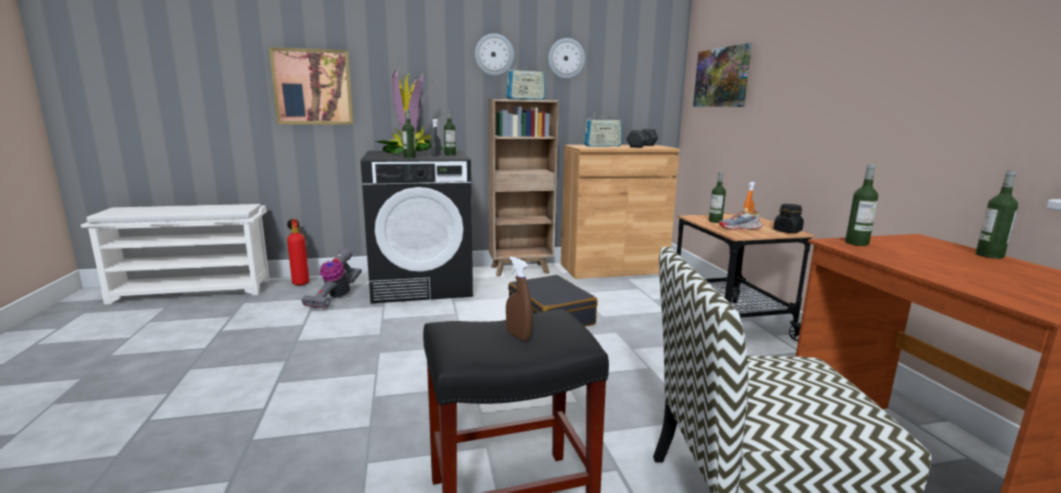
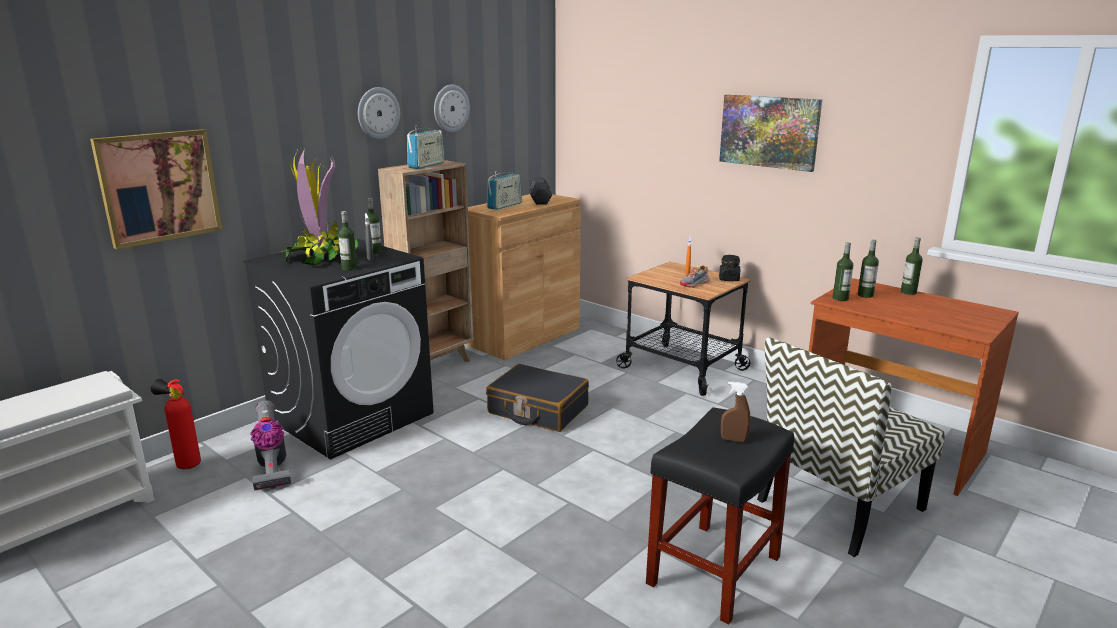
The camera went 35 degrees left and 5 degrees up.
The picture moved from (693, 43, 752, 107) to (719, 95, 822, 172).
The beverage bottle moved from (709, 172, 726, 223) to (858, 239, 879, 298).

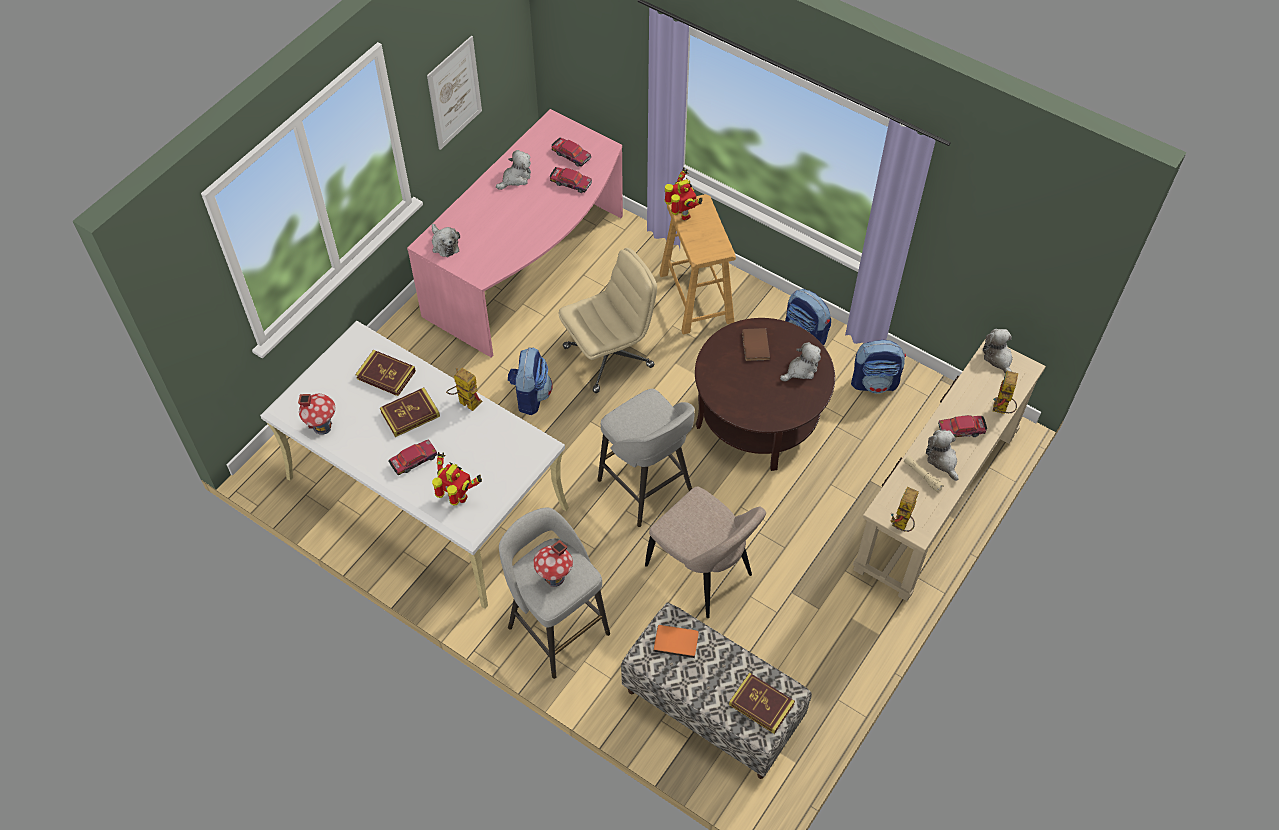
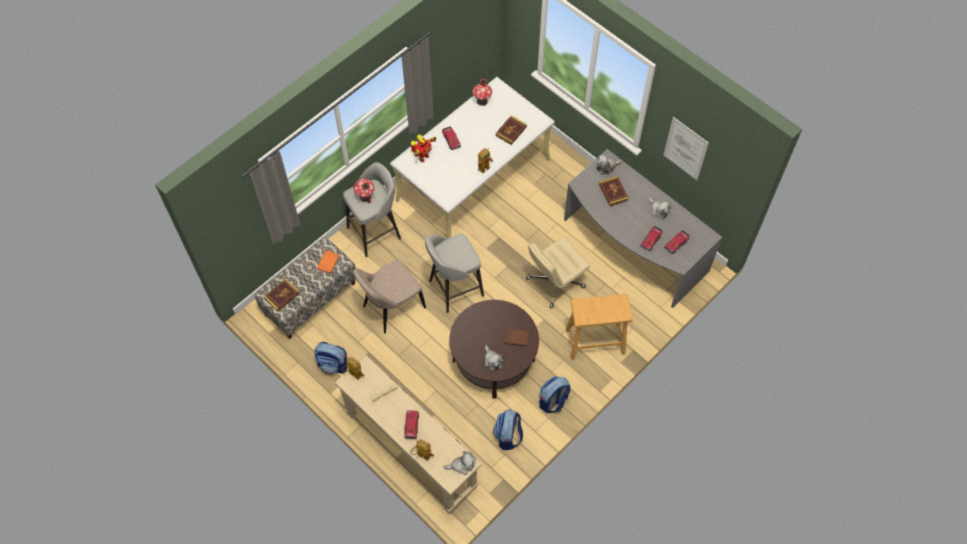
The camera went 100 degrees right and 5 degrees up.
The toy robot at (664, 168, 703, 220) disappeared.
The plush toy at (926, 430, 958, 481) disappeared.
The bound book moved from (380, 388, 440, 437) to (599, 176, 629, 206).
The knapsack moved from (508, 348, 553, 415) to (314, 342, 348, 375).
The desk table/pink at (407, 109, 623, 358) became the desk table/greyish at (564, 149, 722, 308).
The office chair/beige at (559, 248, 657, 393) turned 75 degrees clockwise.

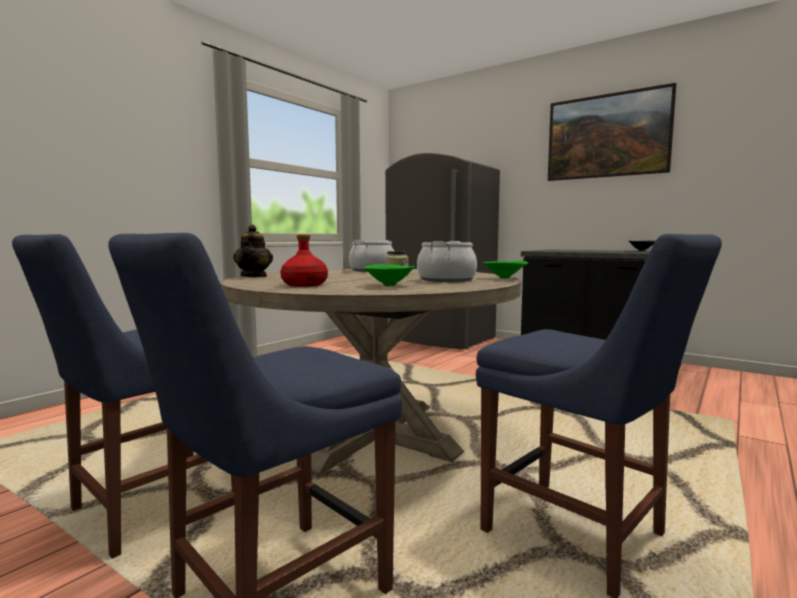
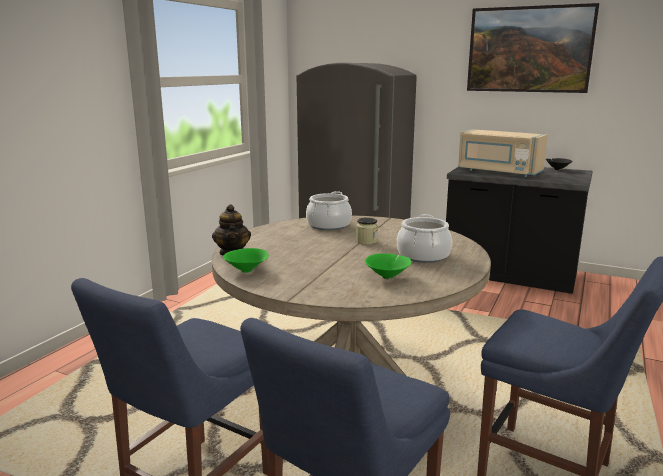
The camera went 10 degrees left and 10 degrees up.
The beverage bottle/red-coloured at (280, 235, 328, 287) disappeared.
The microwave oven/beige at (458, 129, 548, 177) appeared.
The deep dish/green-coloured moved from (483, 261, 528, 279) to (223, 248, 269, 273).

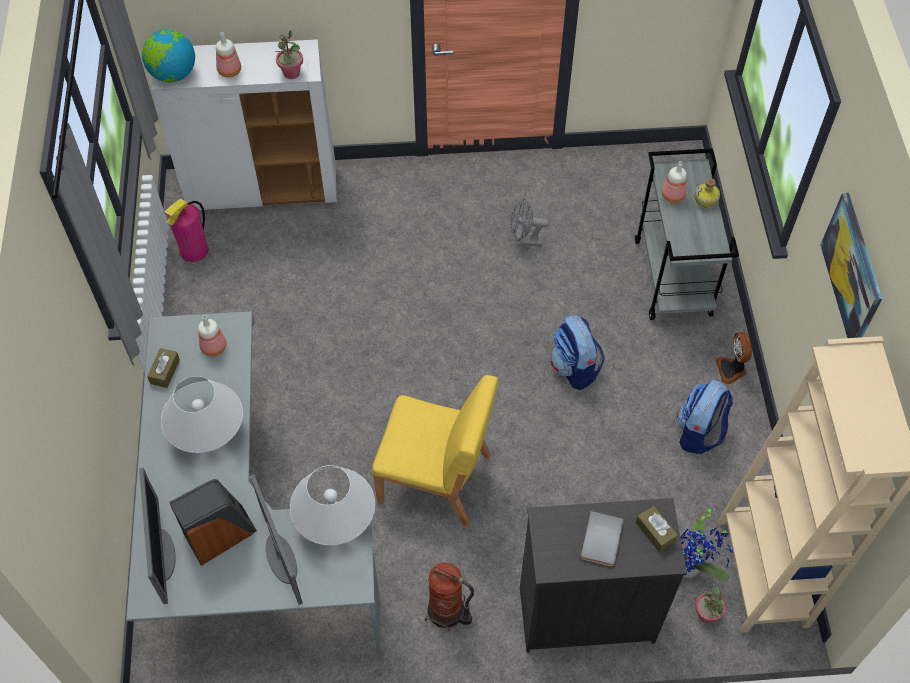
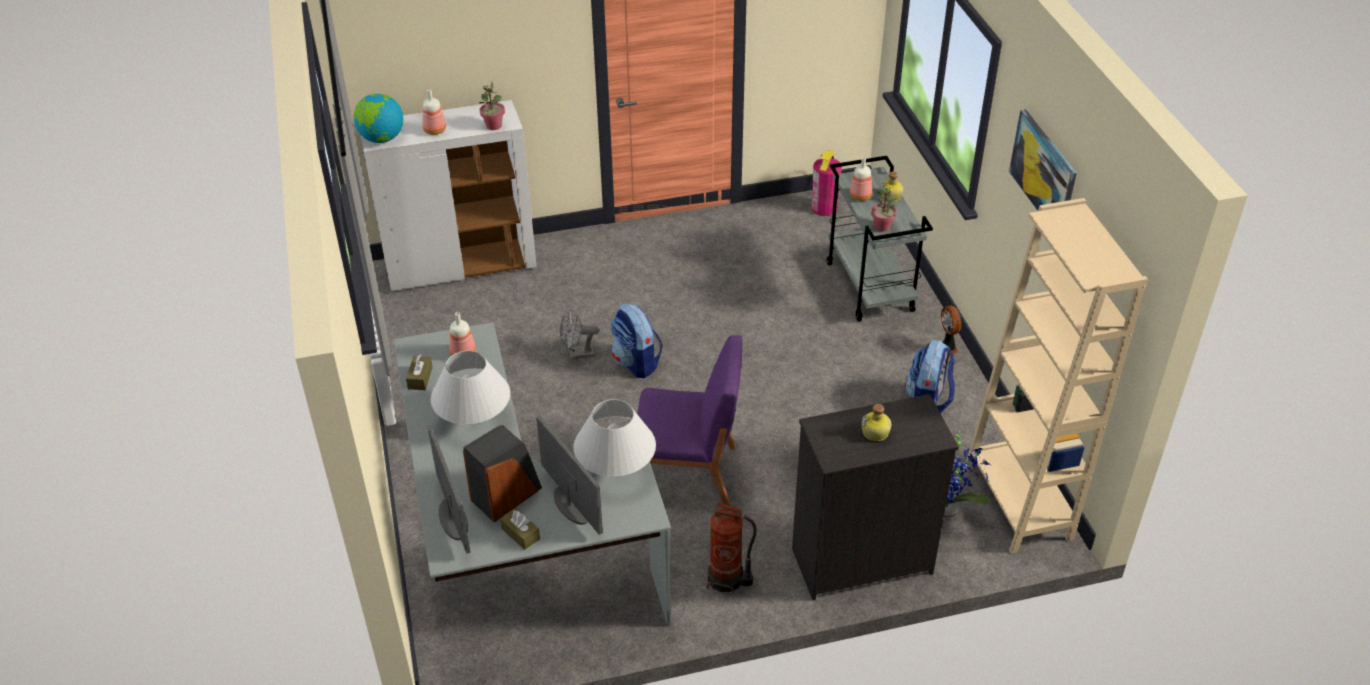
The camera went 10 degrees left and 15 degrees down.
The fire-fighting cylinder moved from (164, 199, 208, 262) to (811, 150, 842, 216).
The electric fan/greyish moved from (511, 199, 549, 246) to (560, 308, 599, 359).
The knapsack moved from (550, 315, 605, 390) to (611, 303, 663, 378).
The tissue holder/brown-coloured moved from (636, 506, 678, 552) to (500, 508, 540, 550).
The plant in a pot moved from (695, 587, 726, 623) to (871, 187, 897, 232).
The bound book/greyish at (580, 511, 623, 567) was replaced by the beverage bottle at (861, 404, 891, 441).
The upright chair/yellowish at (372, 375, 498, 527) became the upright chair/purple-coloured at (637, 335, 743, 506).

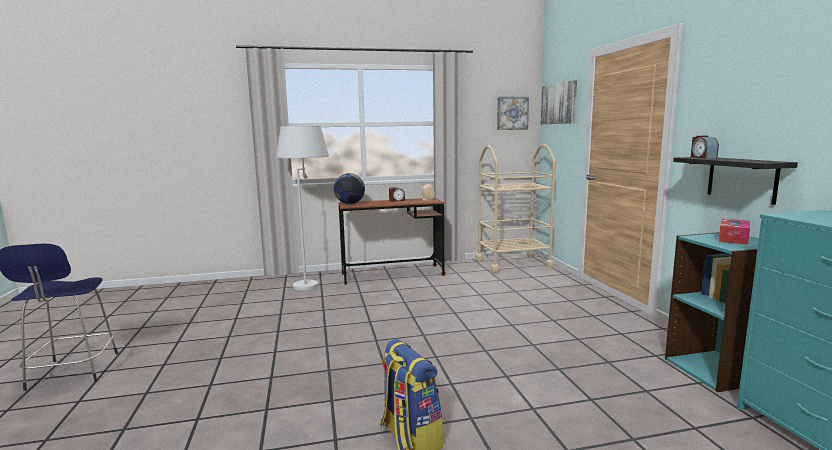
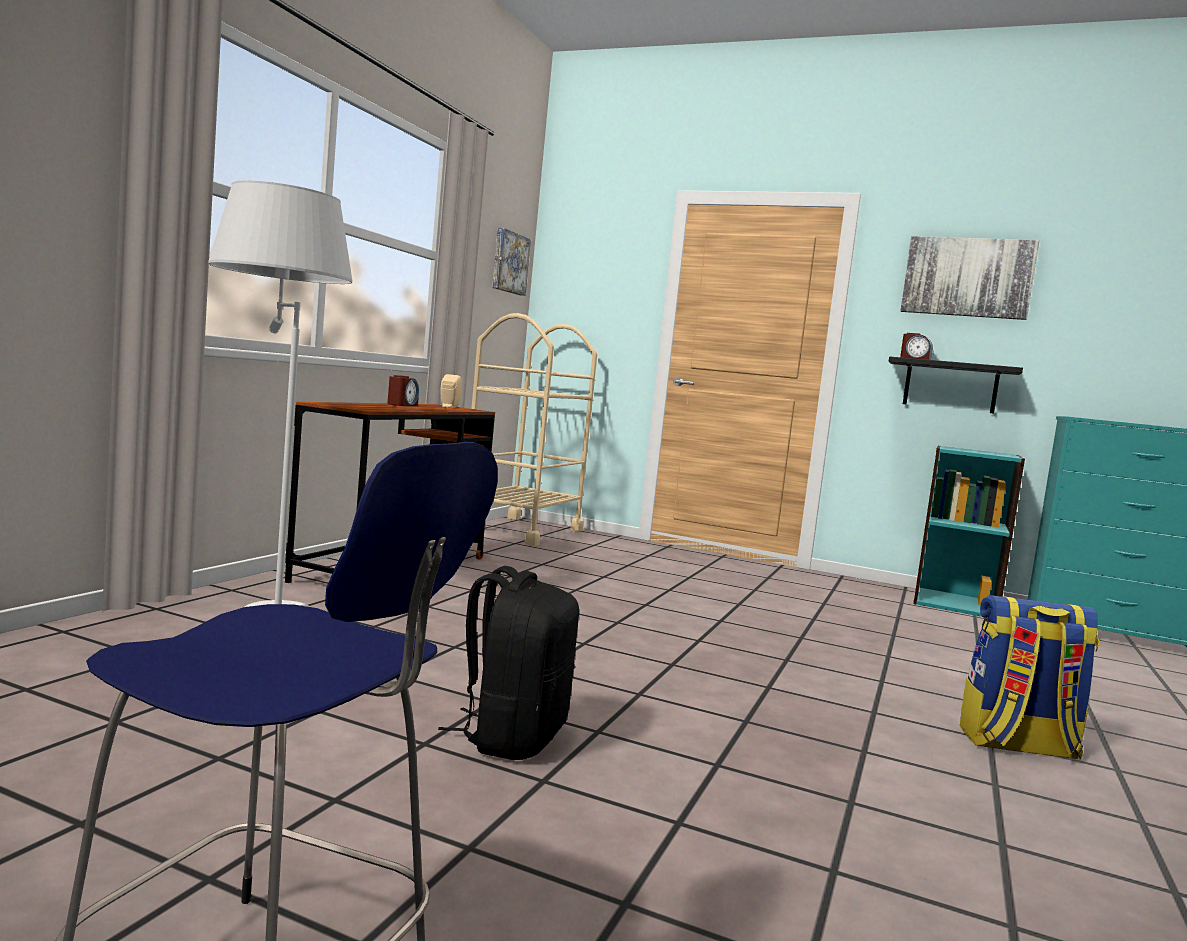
The camera went 55 degrees left and 5 degrees down.
The globe at (334, 173, 365, 204) disappeared.
The tissue holder at (718, 219, 750, 245) disappeared.
The knapsack/black-coloured at (438, 566, 579, 760) appeared.
The picture moved from (541, 80, 577, 124) to (900, 236, 1039, 320).

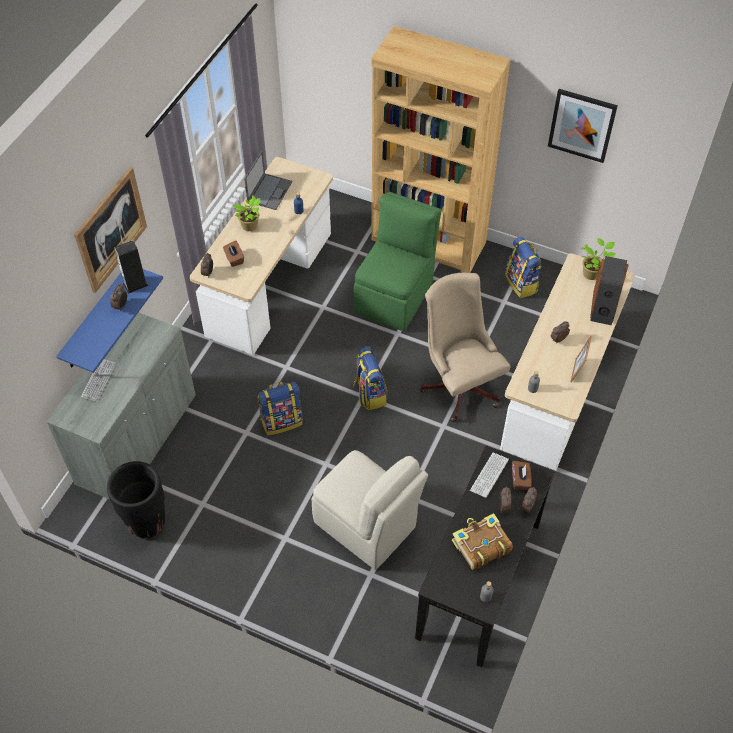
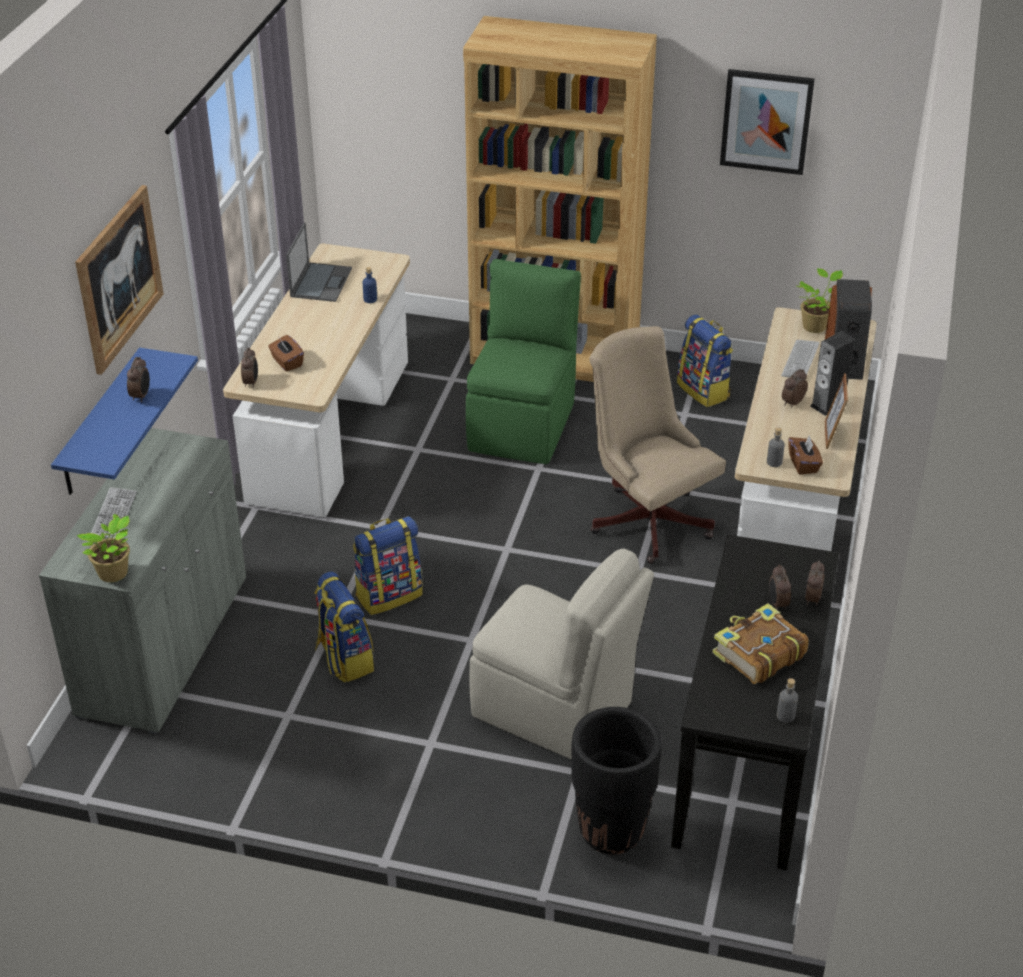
The camera went 10 degrees left and 15 degrees down.
The planter/black-coloured moved from (107, 461, 165, 538) to (571, 707, 662, 855).
The audio speaker moved from (114, 240, 149, 294) to (810, 331, 854, 416).
The plant in a pot moved from (233, 195, 261, 231) to (77, 514, 130, 582).
The knapsack moved from (353, 346, 387, 411) to (315, 572, 374, 683).
The PC keyboard moved from (470, 452, 509, 498) to (781, 340, 819, 378).
The tissue holder/brown-coloured moved from (512, 461, 532, 490) to (788, 435, 823, 475).

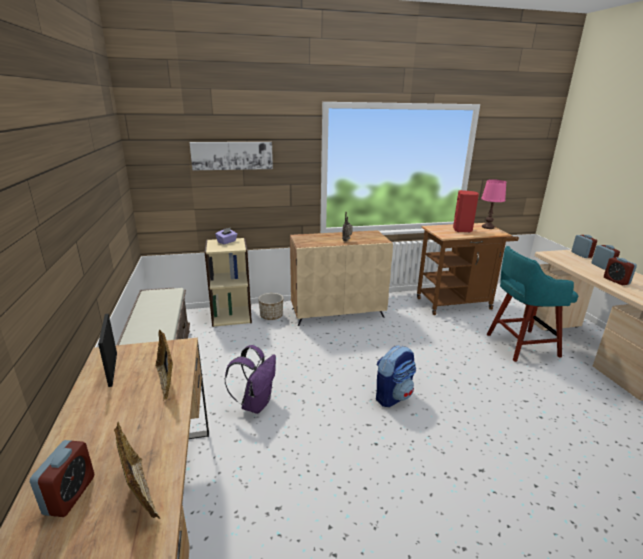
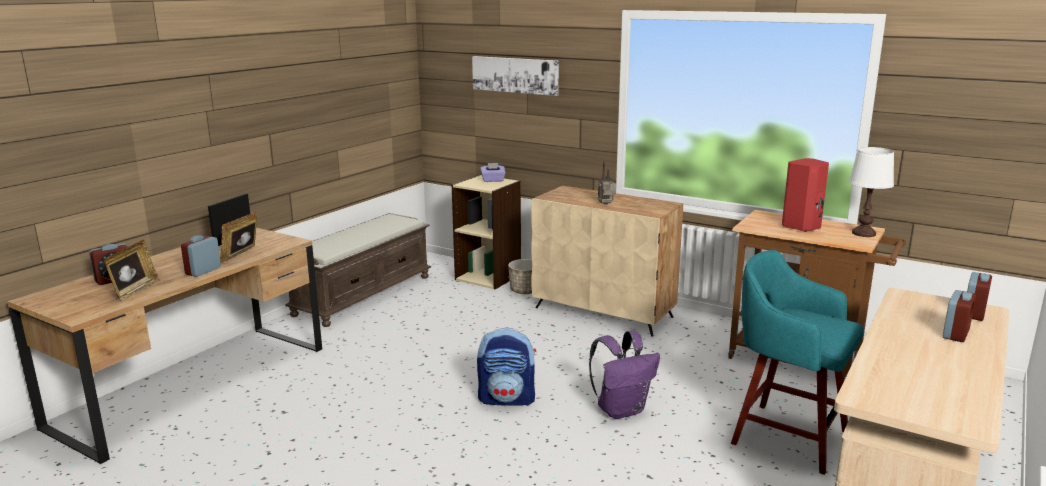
The camera went 45 degrees right and 5 degrees down.
The knapsack/purple-coloured moved from (225, 345, 276, 414) to (589, 330, 660, 419).
The bedside clock moved from (604, 257, 637, 285) to (181, 235, 221, 277).
The lamp for a table/pink at (481, 179, 507, 229) became the lamp for a table/white at (849, 147, 894, 237).

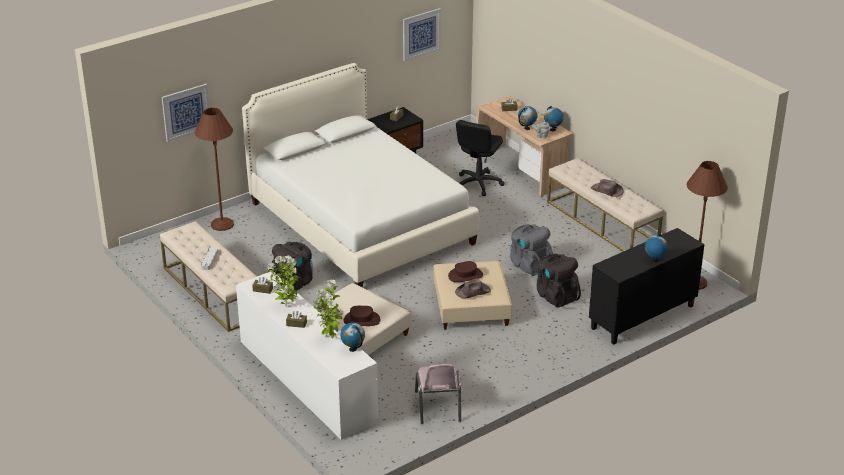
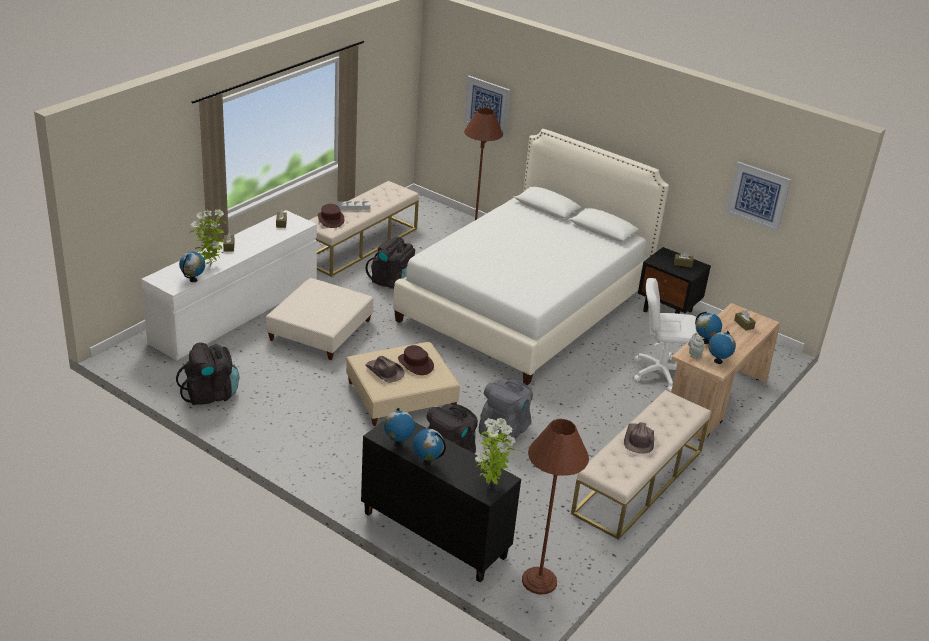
The camera went 70 degrees right and 0 degrees up.
The globe at (384, 408, 415, 447) appeared.
The plant in a pot moved from (267, 255, 299, 307) to (475, 418, 515, 485).
The wearable hat/brown-coloured moved from (343, 306, 380, 326) to (318, 204, 344, 228).
The upright chair/pink at (415, 364, 461, 424) was replaced by the knapsack/black-coloured at (176, 343, 239, 406).
The office chair/black-coloured at (456, 120, 504, 196) became the office chair/white at (634, 278, 698, 392).

